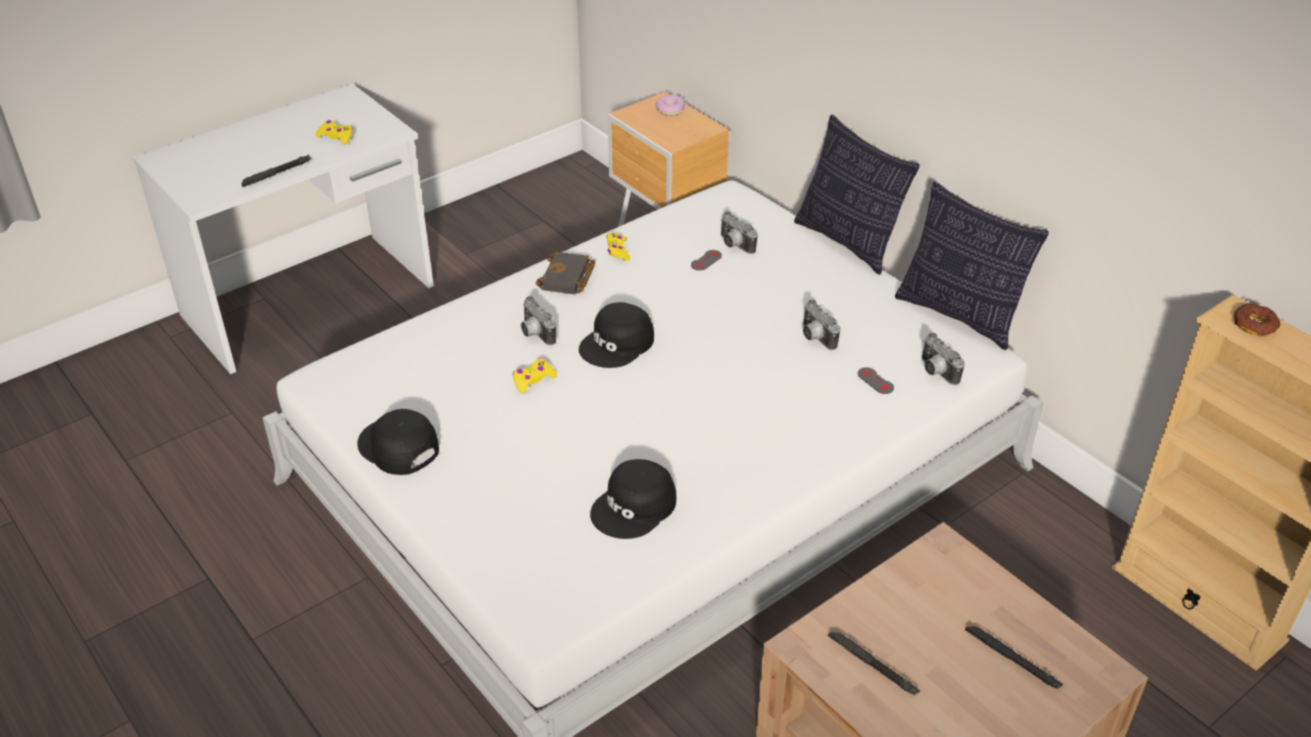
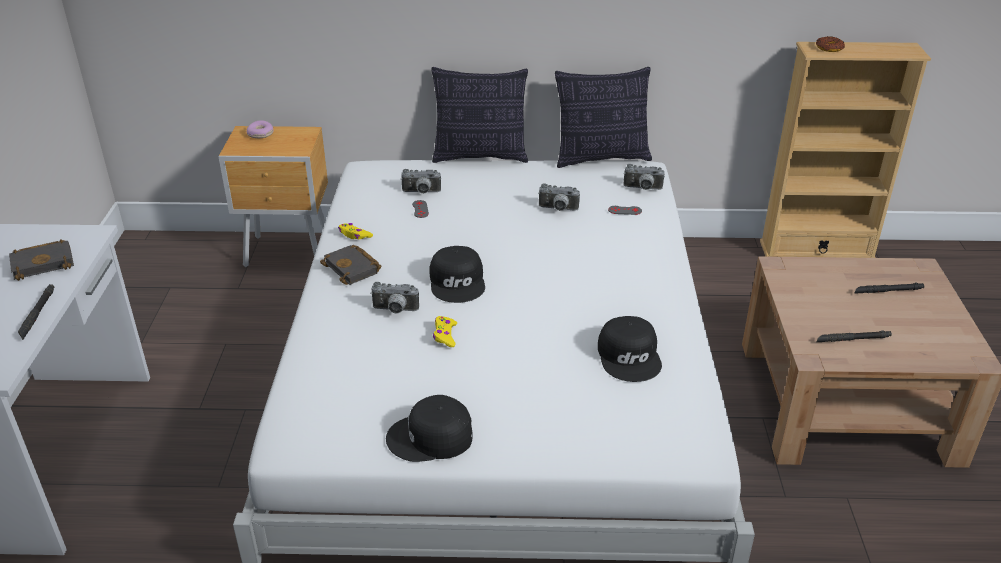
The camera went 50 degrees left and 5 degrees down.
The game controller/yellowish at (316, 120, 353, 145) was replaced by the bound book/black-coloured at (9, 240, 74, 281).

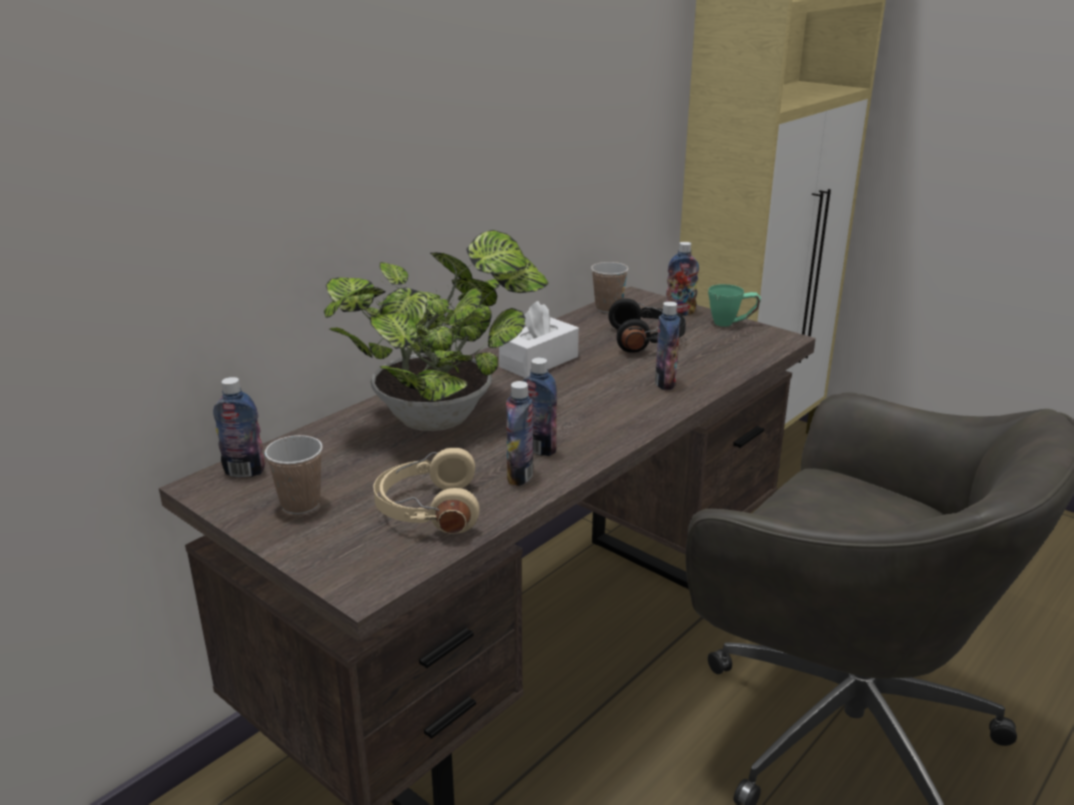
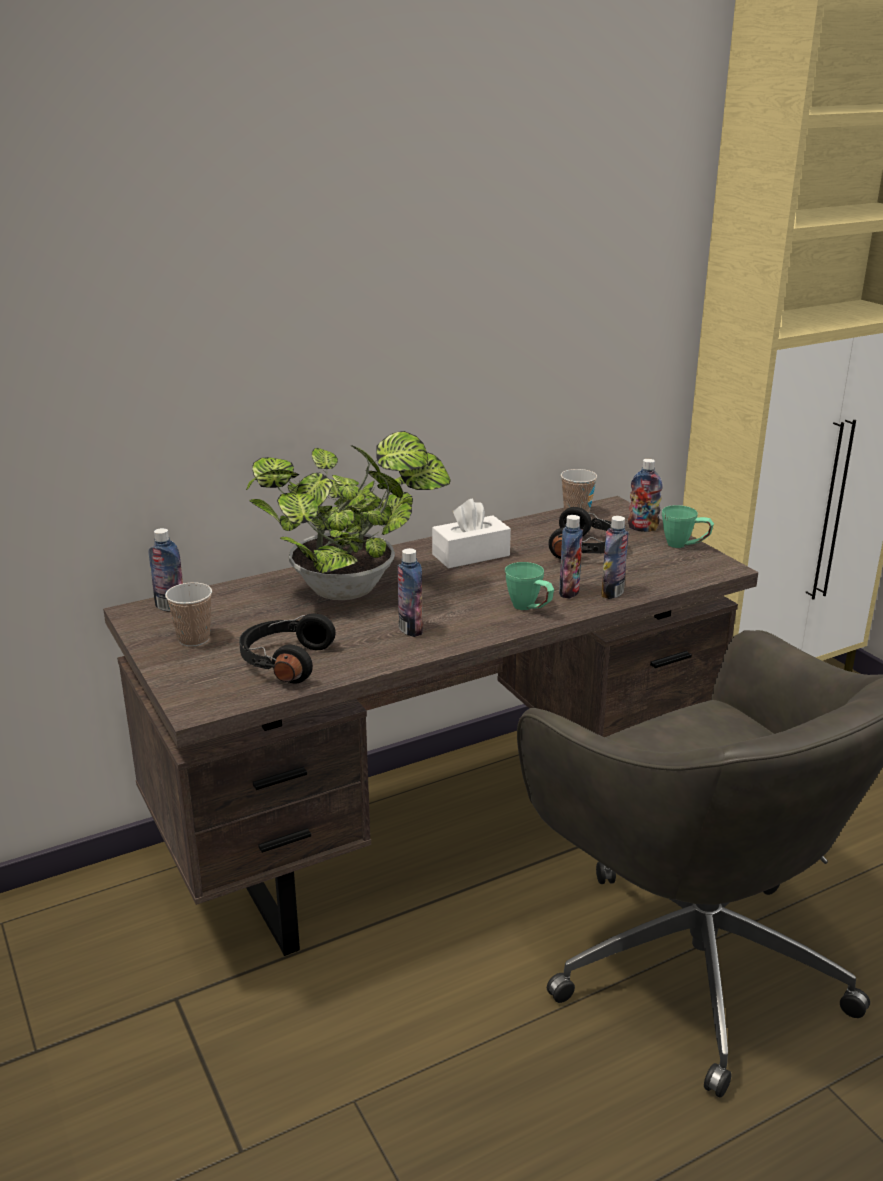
The camera went 20 degrees right and 0 degrees up.
The coffee mug/green-coloured at (505, 562, 554, 610) appeared.
The beverage bottle moved from (506, 381, 533, 486) to (601, 516, 629, 599).
The pair of headphones/beige at (373, 448, 480, 534) became the pair of headphones/black-coloured at (239, 613, 336, 684).

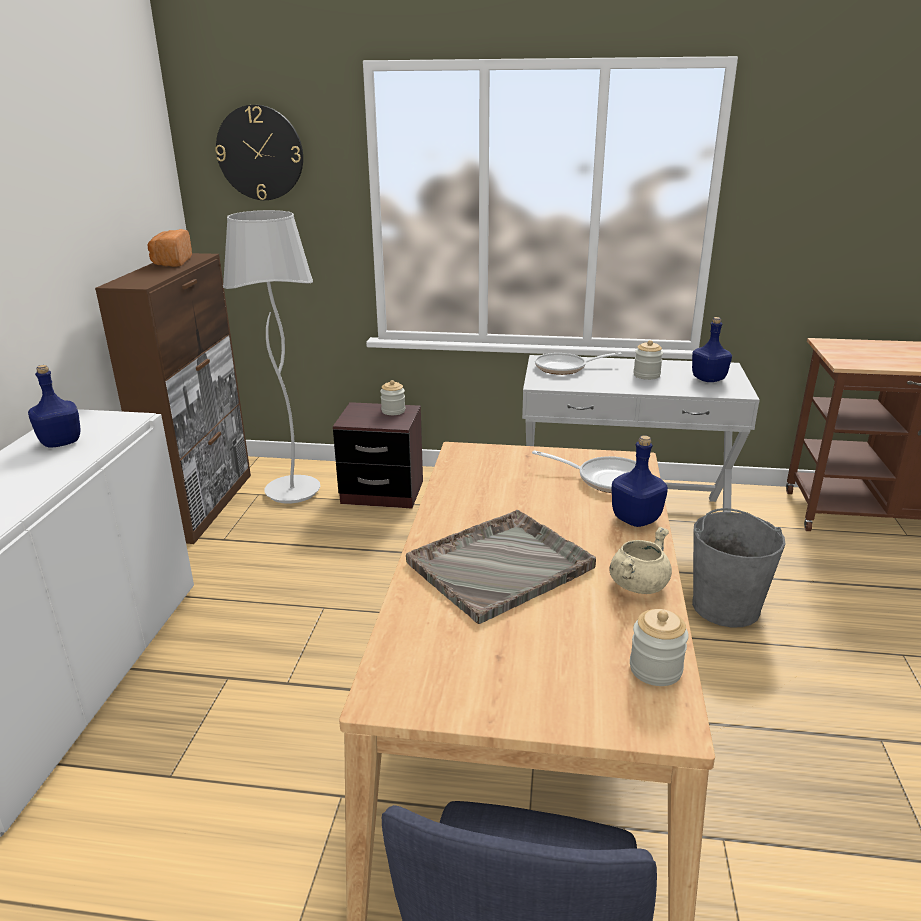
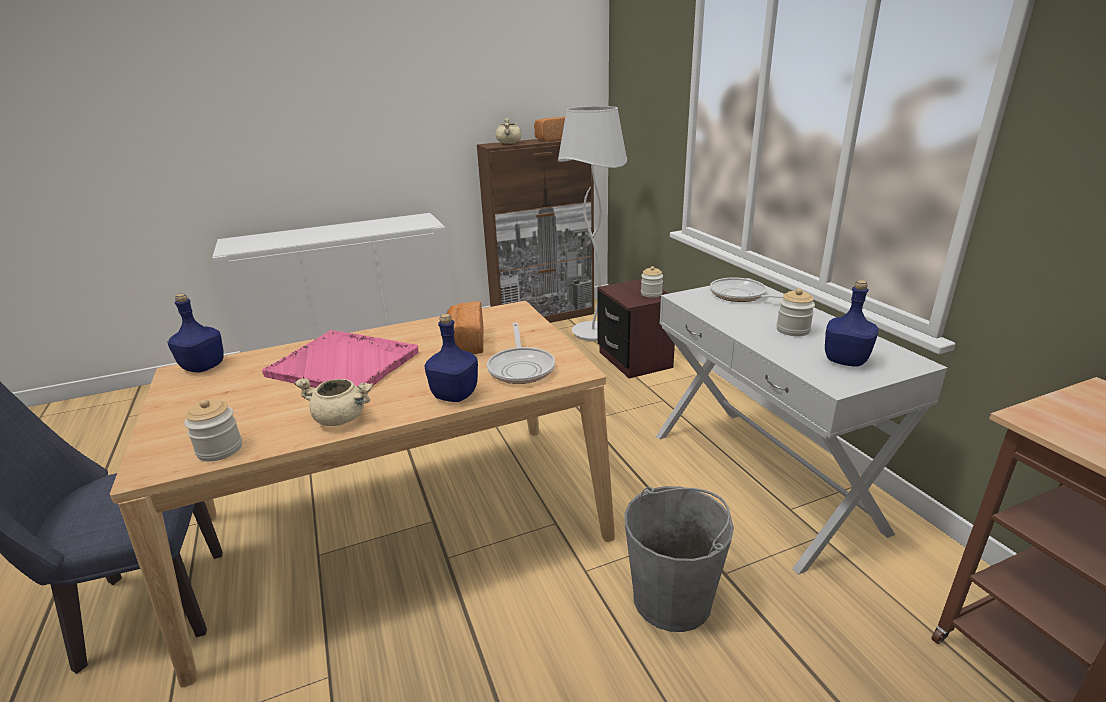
The camera went 60 degrees right and 0 degrees up.
The clock on the wall at (215, 105, 303, 200) disappeared.
The baked bread at (447, 301, 484, 354) appeared.
The saucepot/beige at (495, 118, 522, 144) appeared.
The beverage bottle/blue-coloured moved from (28, 365, 81, 448) to (167, 293, 224, 372).
The carrying tray/greyish at (406, 510, 596, 624) became the carrying tray/pink at (262, 330, 419, 388).

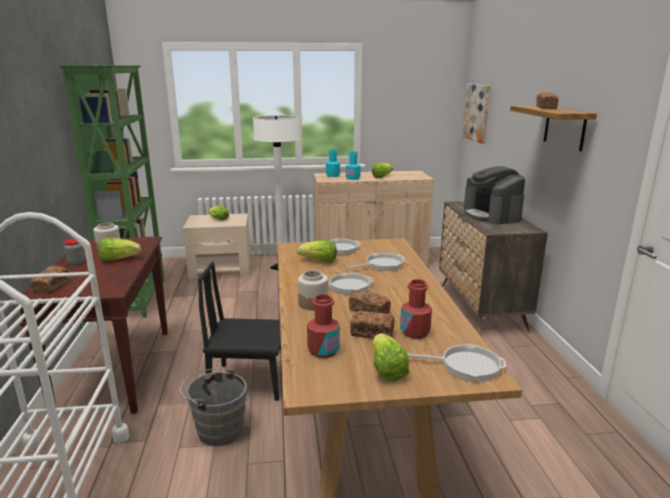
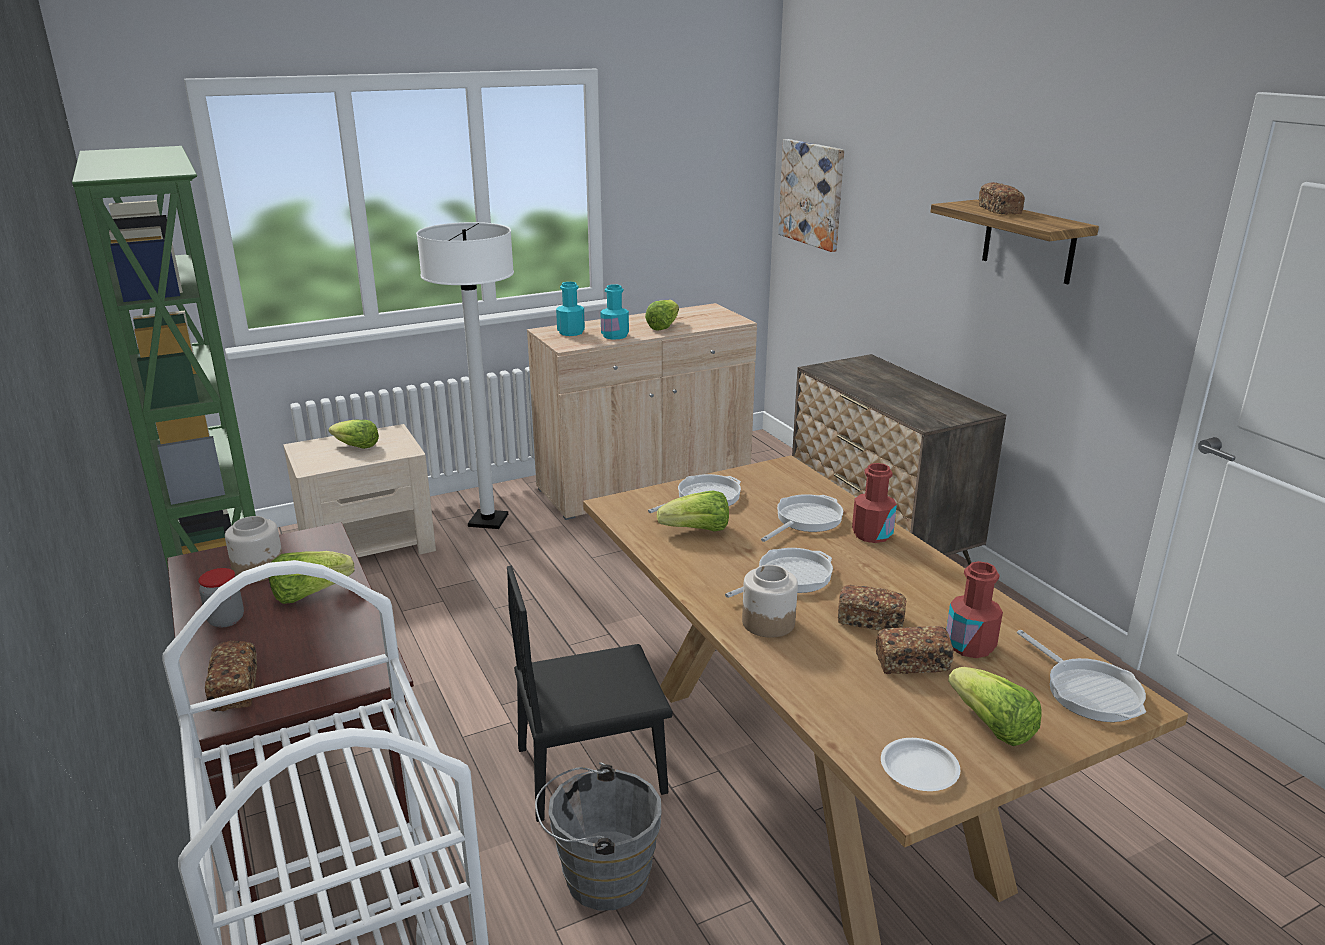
The camera went 20 degrees left and 5 degrees up.
The coffee maker at (464, 166, 525, 225) disappeared.
The flat dish/white at (881, 738, 960, 791) appeared.
The beverage bottle/red-coloured moved from (307, 294, 340, 358) to (852, 463, 897, 543).
The frying pan at (407, 344, 506, 382) turned 75 degrees clockwise.

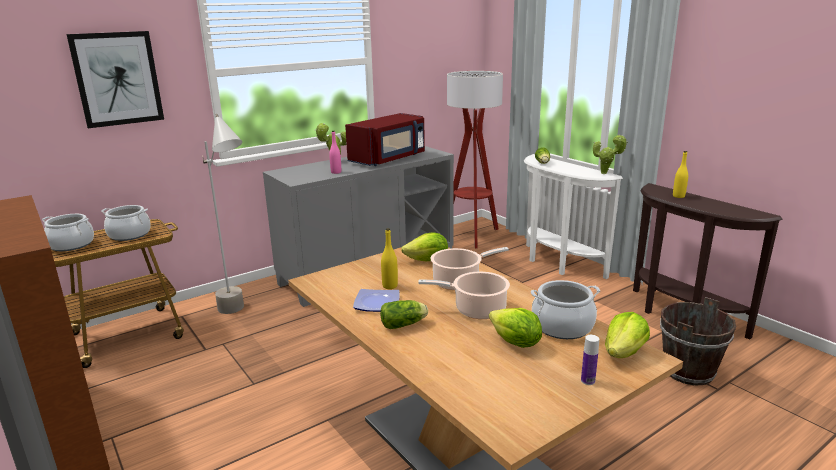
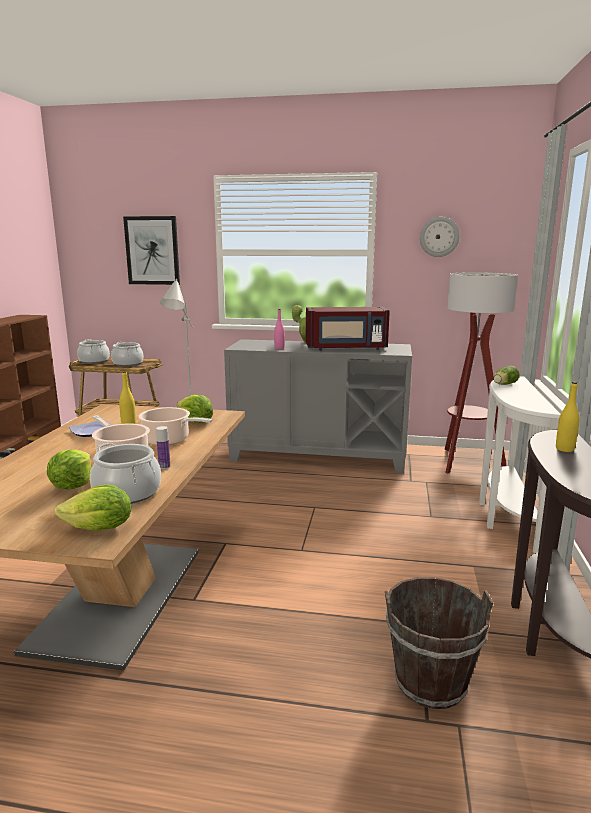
The camera went 45 degrees right and 5 degrees down.
The lettuce head at (380, 300, 428, 329) disappeared.
The plant in a pot at (593, 134, 628, 174) disappeared.
The clock on the wall at (420, 217, 459, 257) appeared.
The beverage bottle moved from (581, 335, 599, 385) to (156, 426, 170, 469).

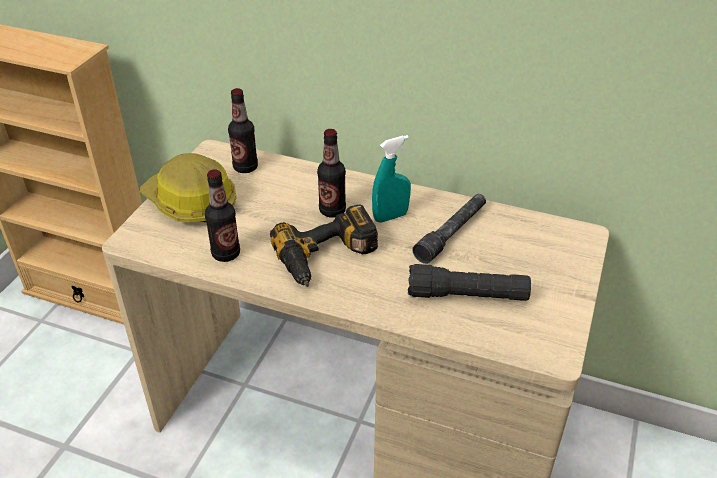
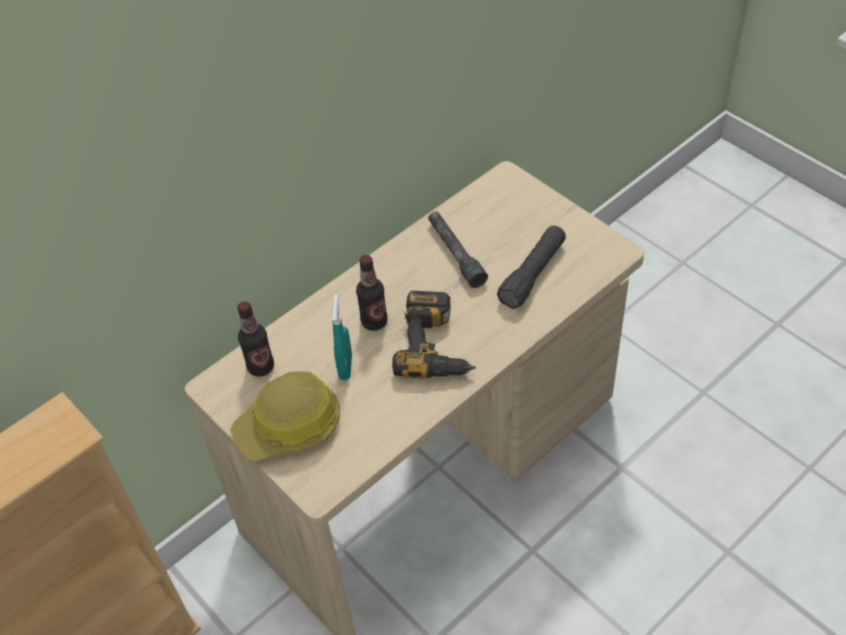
The camera went 60 degrees left and 10 degrees up.
The beverage bottle at (205, 169, 240, 262) disappeared.
The sprayer/blue-green moved from (372, 135, 411, 223) to (332, 294, 352, 380).

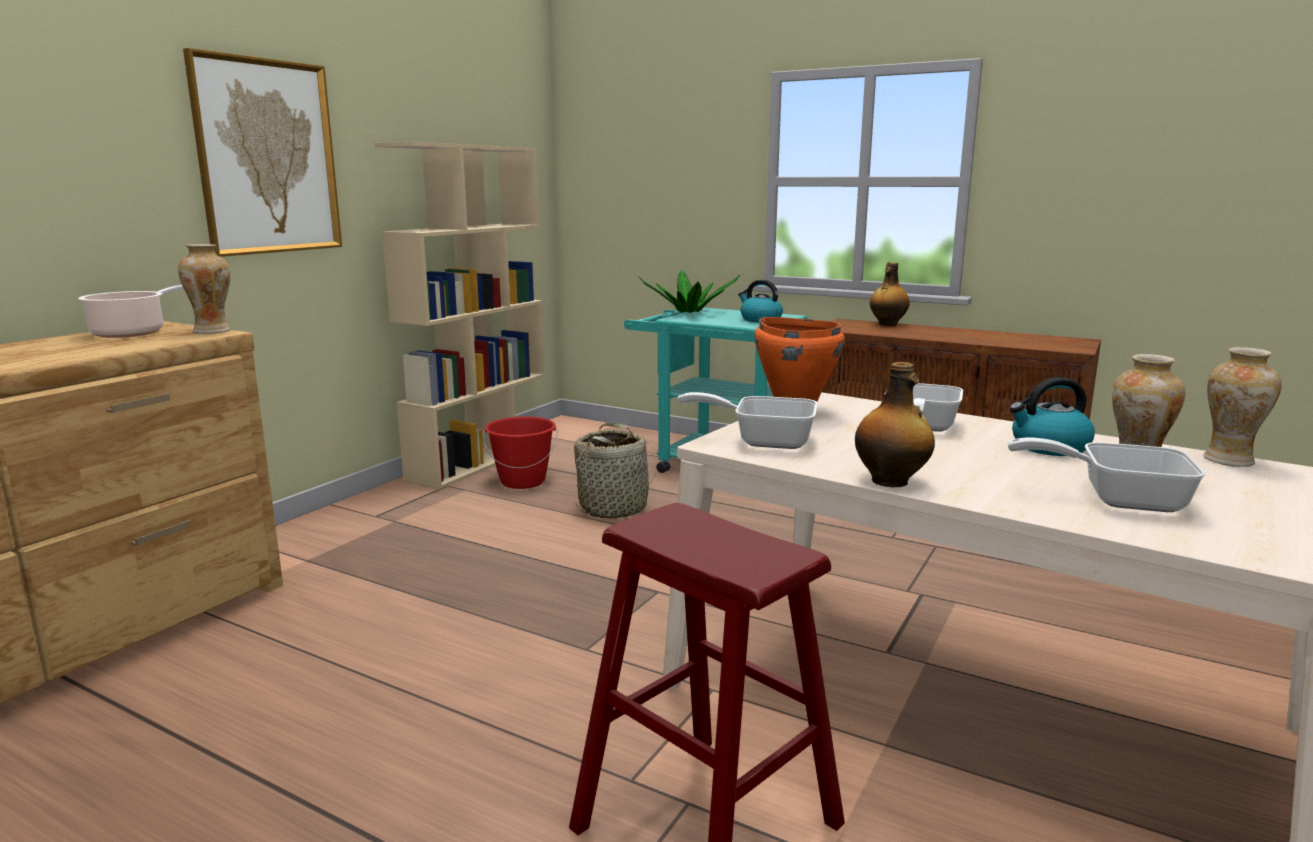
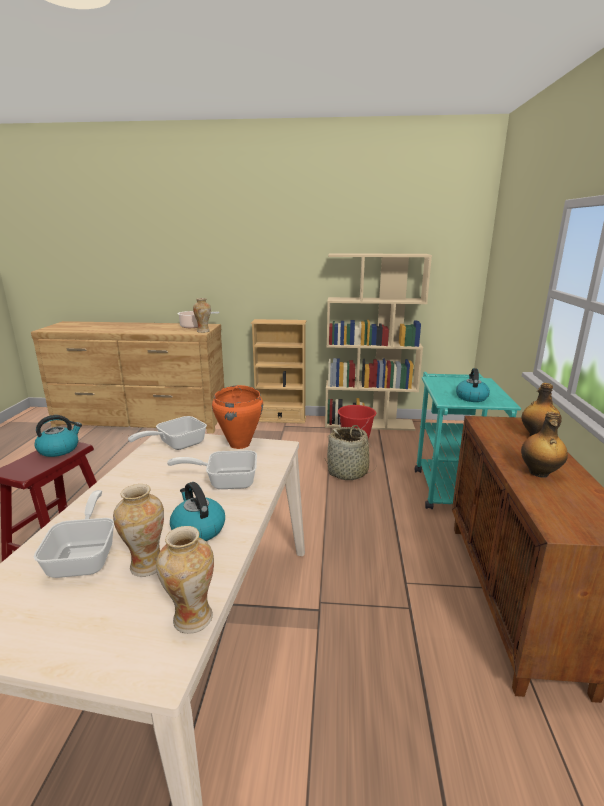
The camera went 65 degrees right and 5 degrees up.
The picture at (183, 48, 342, 257) disappeared.
The plant in a pot at (638, 269, 740, 313) disappeared.
The tea kettle at (35, 415, 82, 457) appeared.
The shelving unit/beige at (251, 319, 307, 424) appeared.
The beverage bottle moved from (855, 362, 935, 487) to (521, 412, 568, 478).
The frying pan at (677, 392, 818, 449) turned 120 degrees counterclockwise.

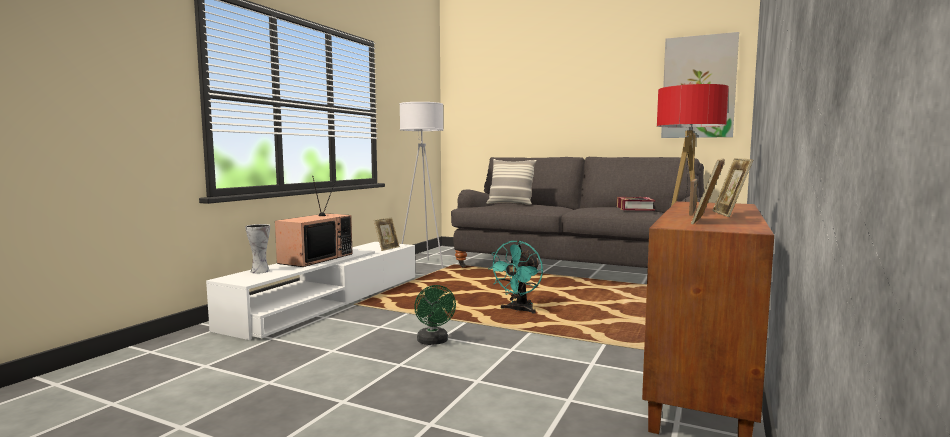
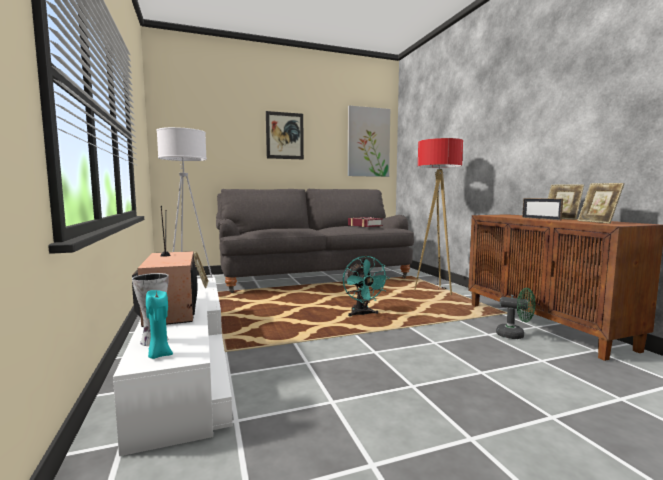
The camera went 45 degrees left and 0 degrees up.
The cushion at (487, 159, 536, 205) disappeared.
The candle/blue-green at (146, 290, 173, 359) appeared.
The picture at (266, 111, 304, 159) appeared.
The electric fan/green-coloured moved from (414, 285, 456, 345) to (496, 288, 536, 339).

